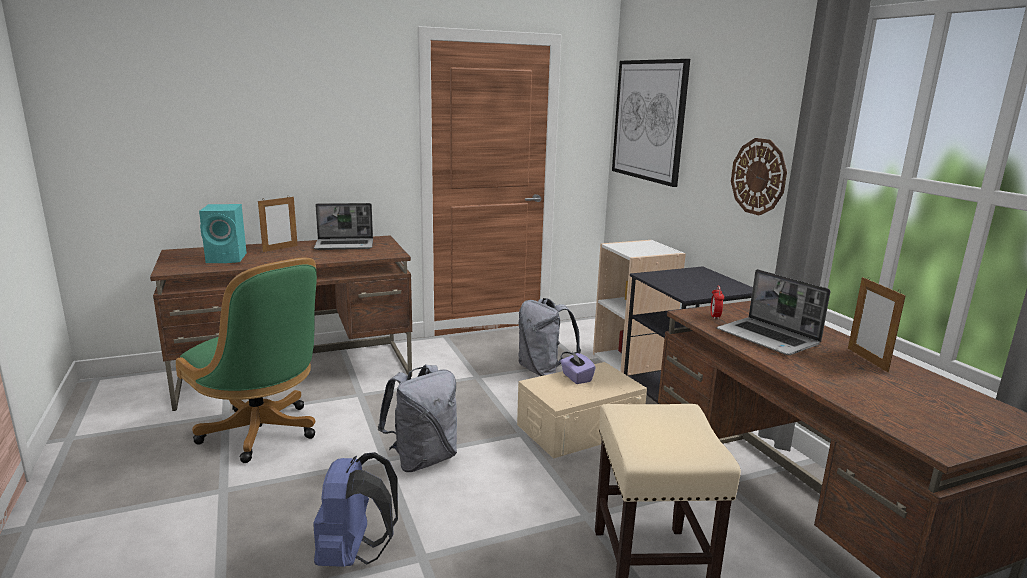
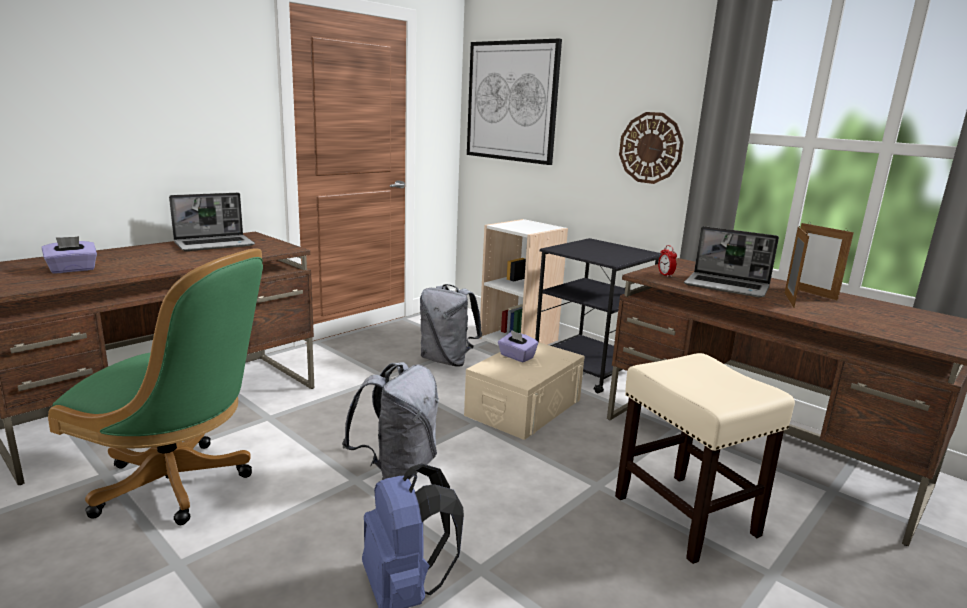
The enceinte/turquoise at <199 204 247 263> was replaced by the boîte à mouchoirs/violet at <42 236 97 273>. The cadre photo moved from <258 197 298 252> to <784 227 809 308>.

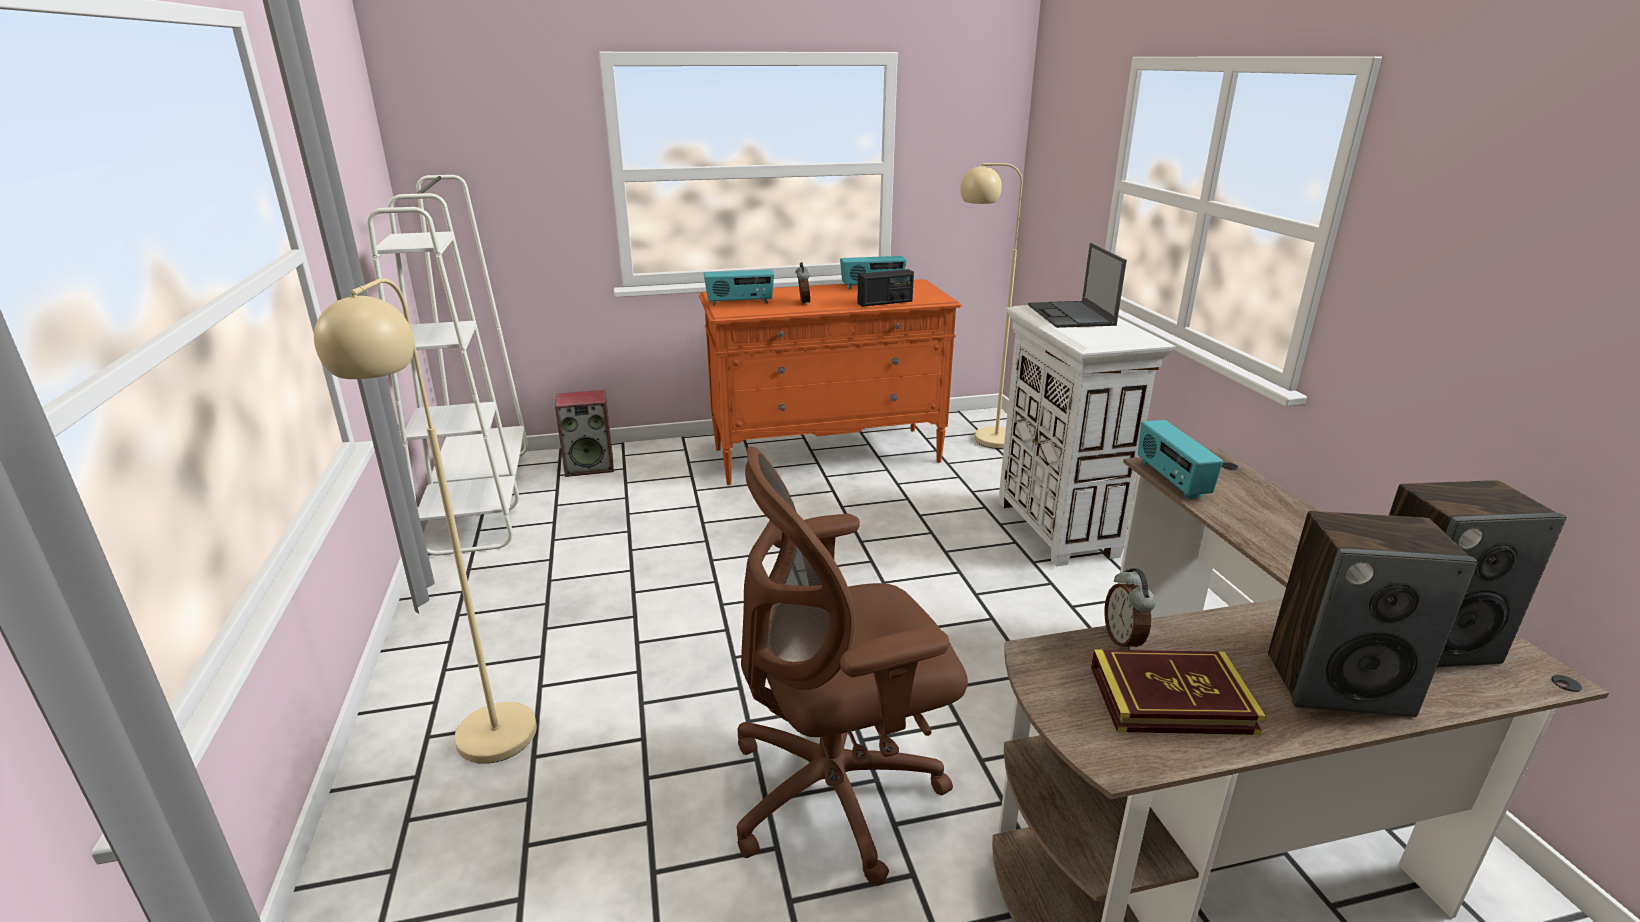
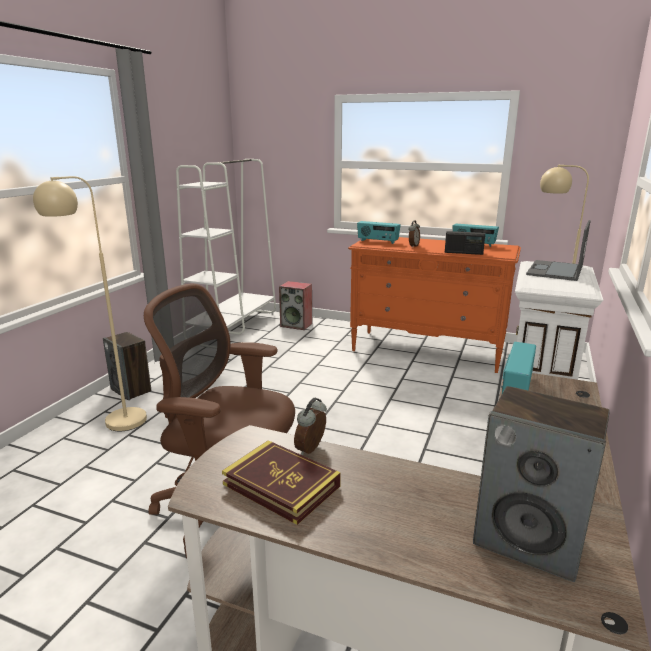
The enceinte moved from <1268 511 1478 717> to <103 332 151 400>.

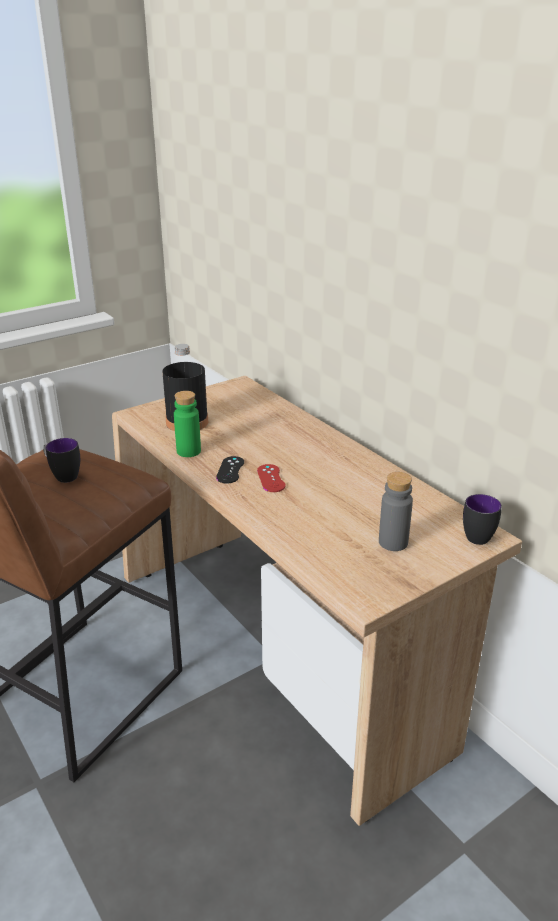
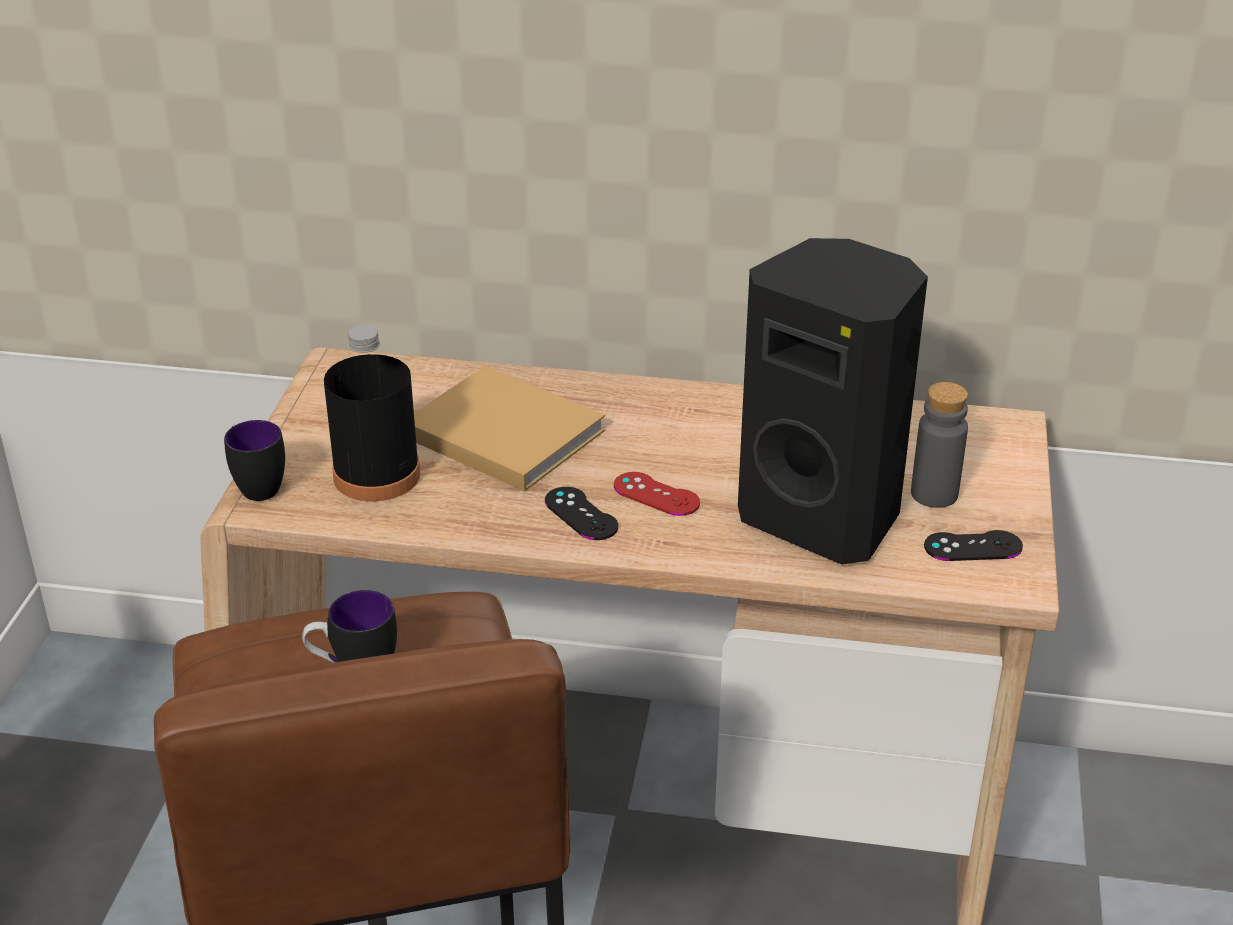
The mug moved from <463 494 502 545> to <224 420 285 501>. The livre/beige at <414 366 605 492> appeared. The enceinte/noir at <738 238 928 565> appeared. The manette/noir at <924 530 1023 561> appeared. The bouteille/vert at <174 391 201 457> disappeared.

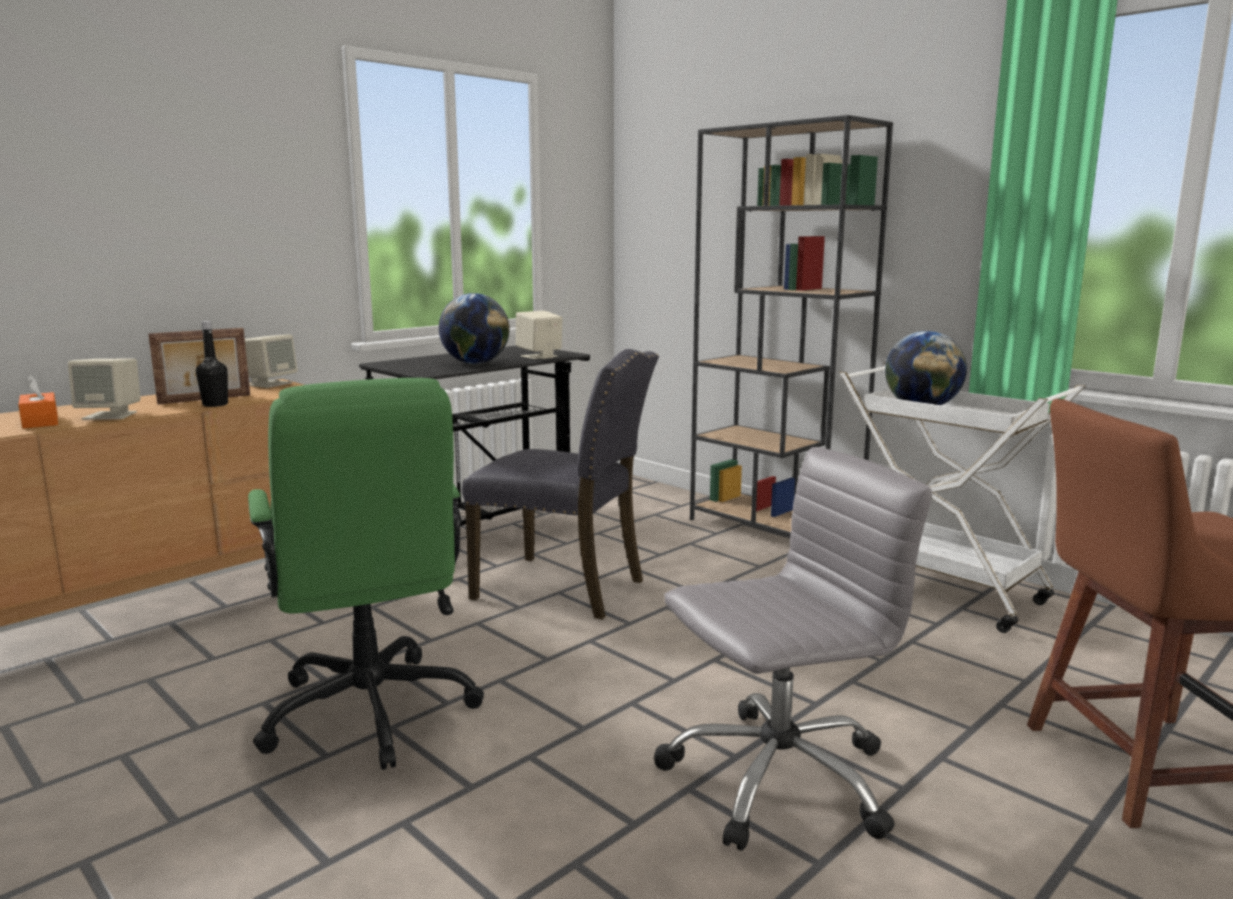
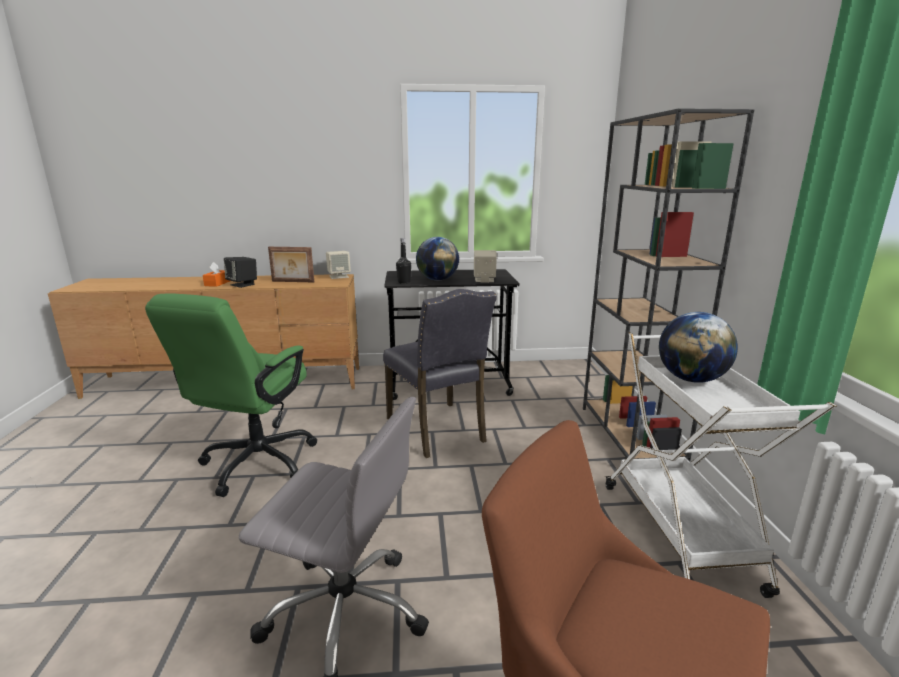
The enceinte/beige at <68 358 141 420> became the enceinte/noir at <224 257 257 288>. The bouteille/noir moved from <196 321 228 407> to <396 238 411 284>.

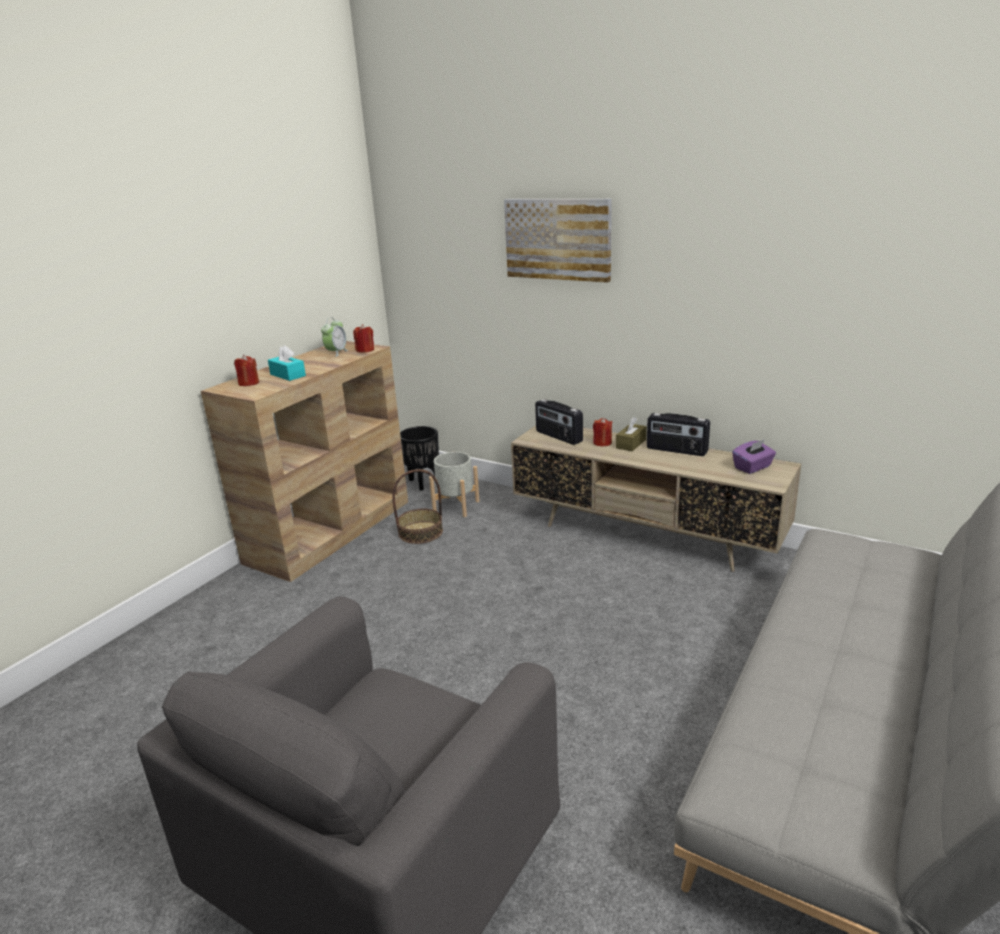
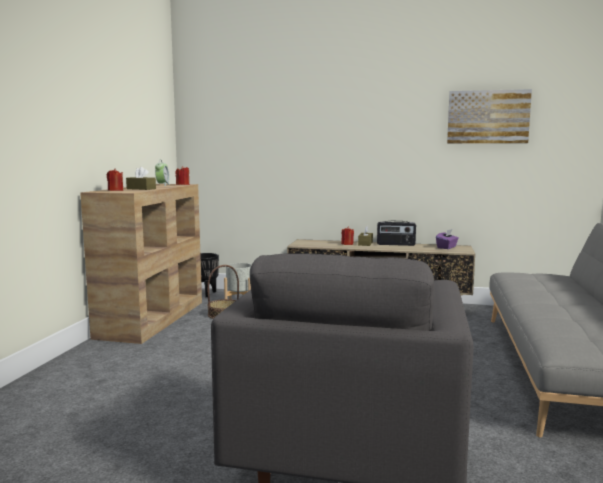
The boîte à mouchoirs/turquoise at <268 345 306 381> became the boîte à mouchoirs/marron at <126 167 156 190>. The tableau moved from <504 199 612 283> to <447 89 532 144>. The radio at <535 399 583 445> disappeared.

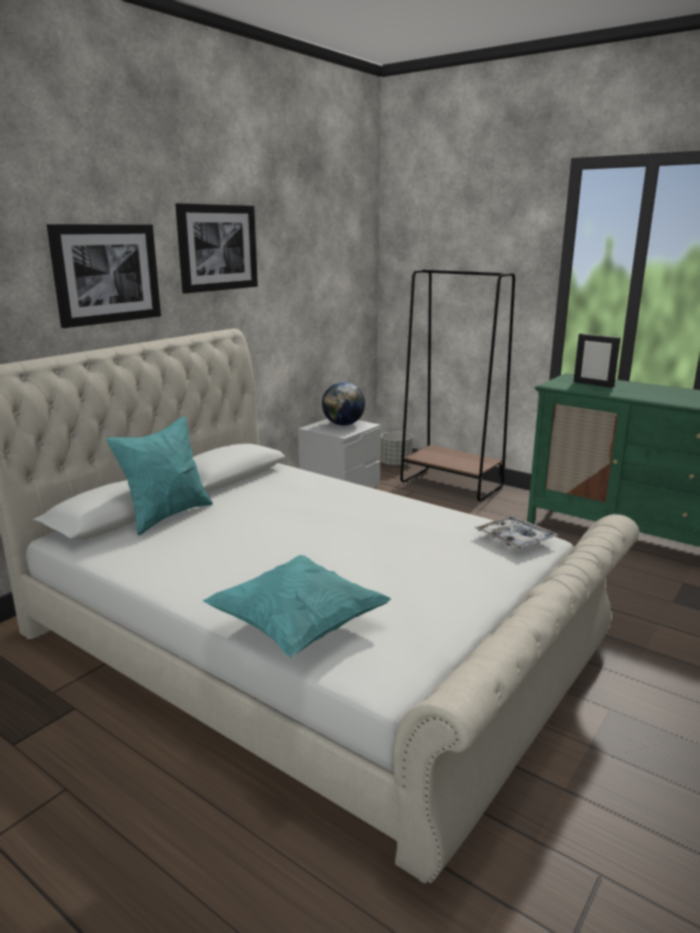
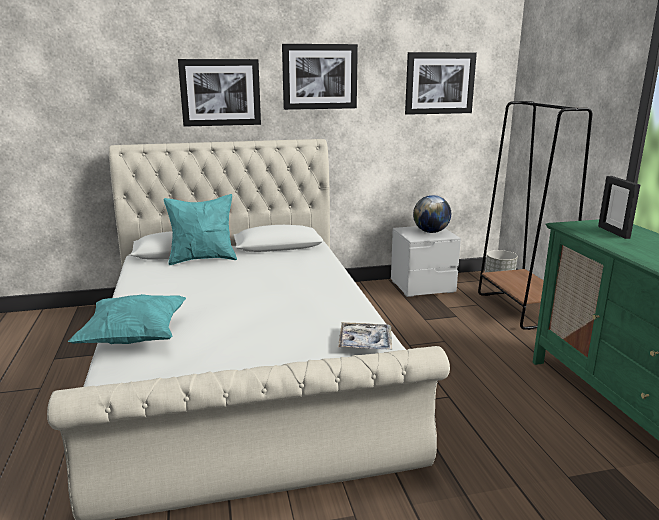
The tableau at <405 52 477 115> appeared.

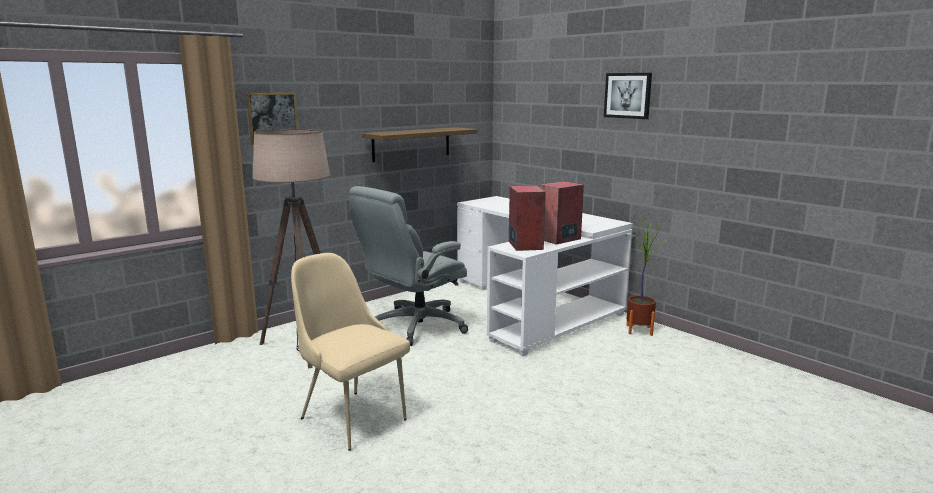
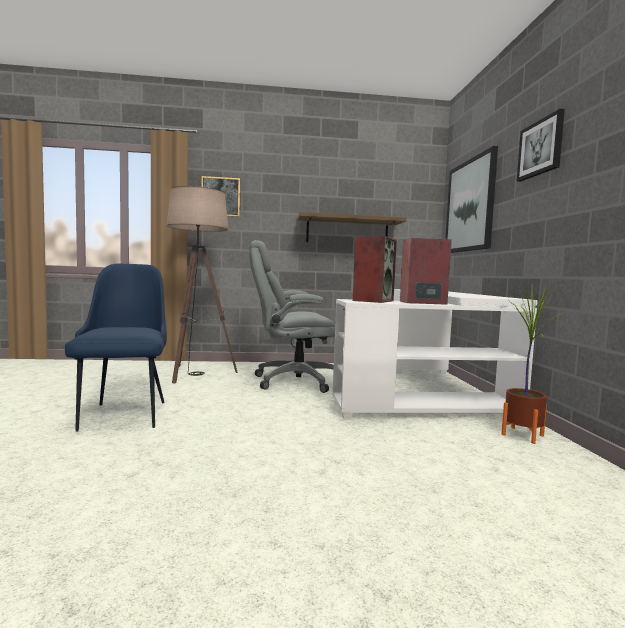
The chaise/beige at <291 253 410 451> became the chaise/bleu at <65 264 167 432>. The tableau at <445 146 498 253> appeared.

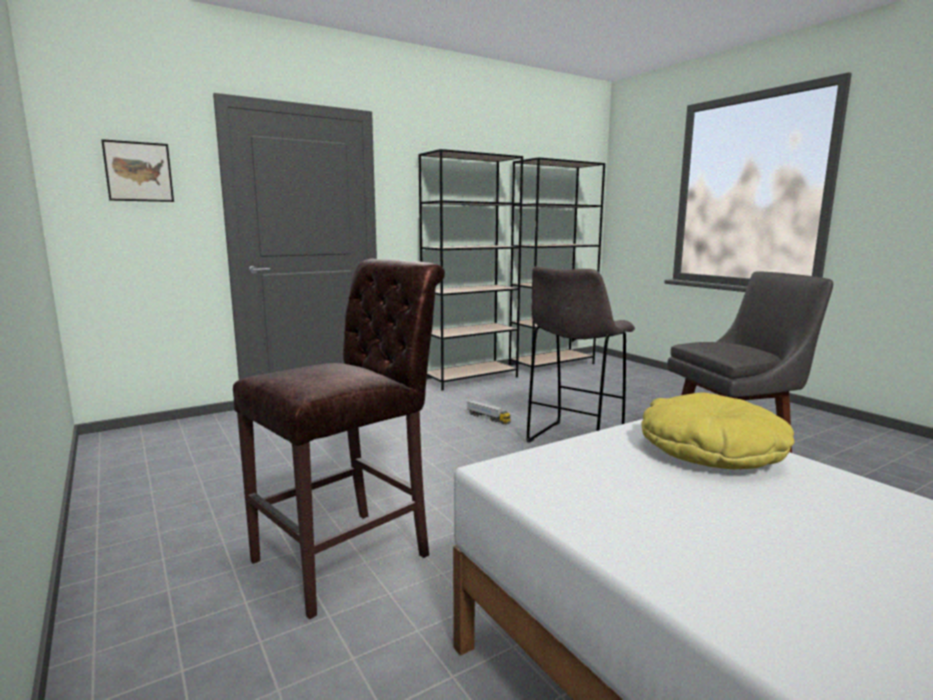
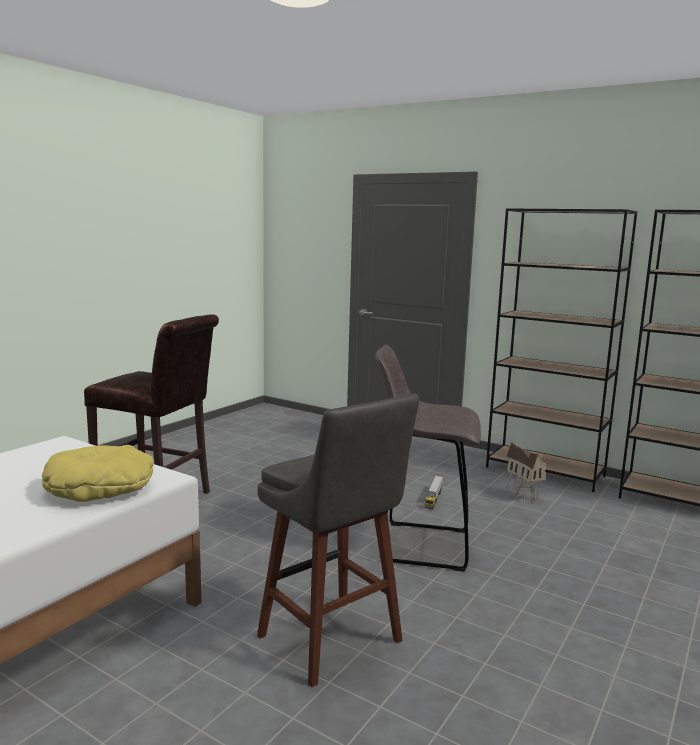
The maison miniature at <505 441 548 503> appeared. The tableau at <101 139 174 202> disappeared.

